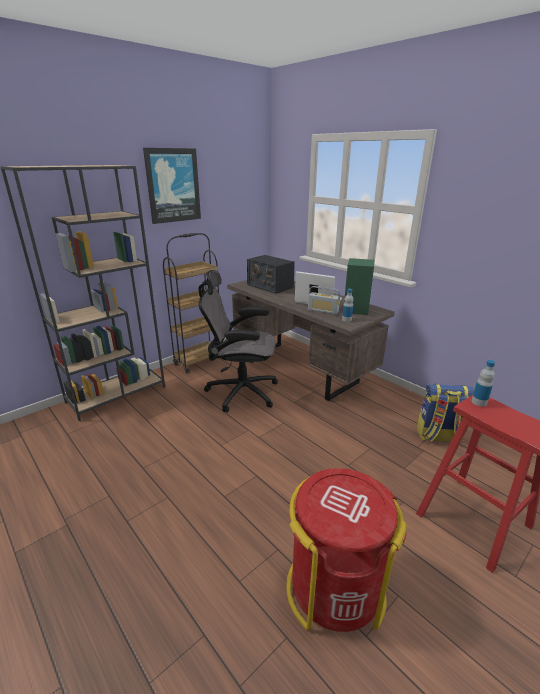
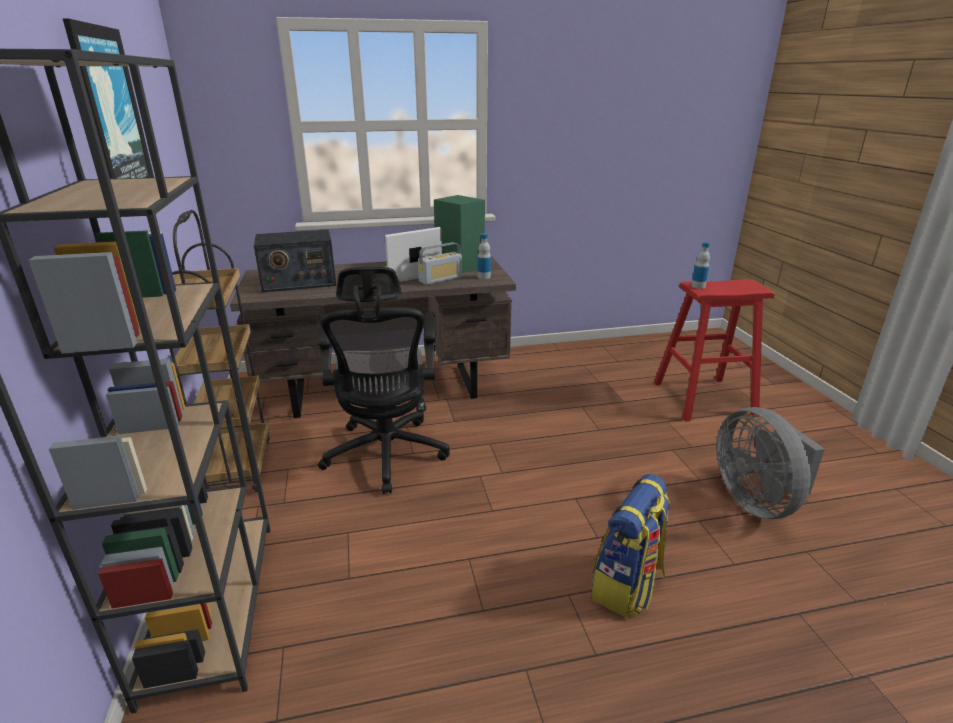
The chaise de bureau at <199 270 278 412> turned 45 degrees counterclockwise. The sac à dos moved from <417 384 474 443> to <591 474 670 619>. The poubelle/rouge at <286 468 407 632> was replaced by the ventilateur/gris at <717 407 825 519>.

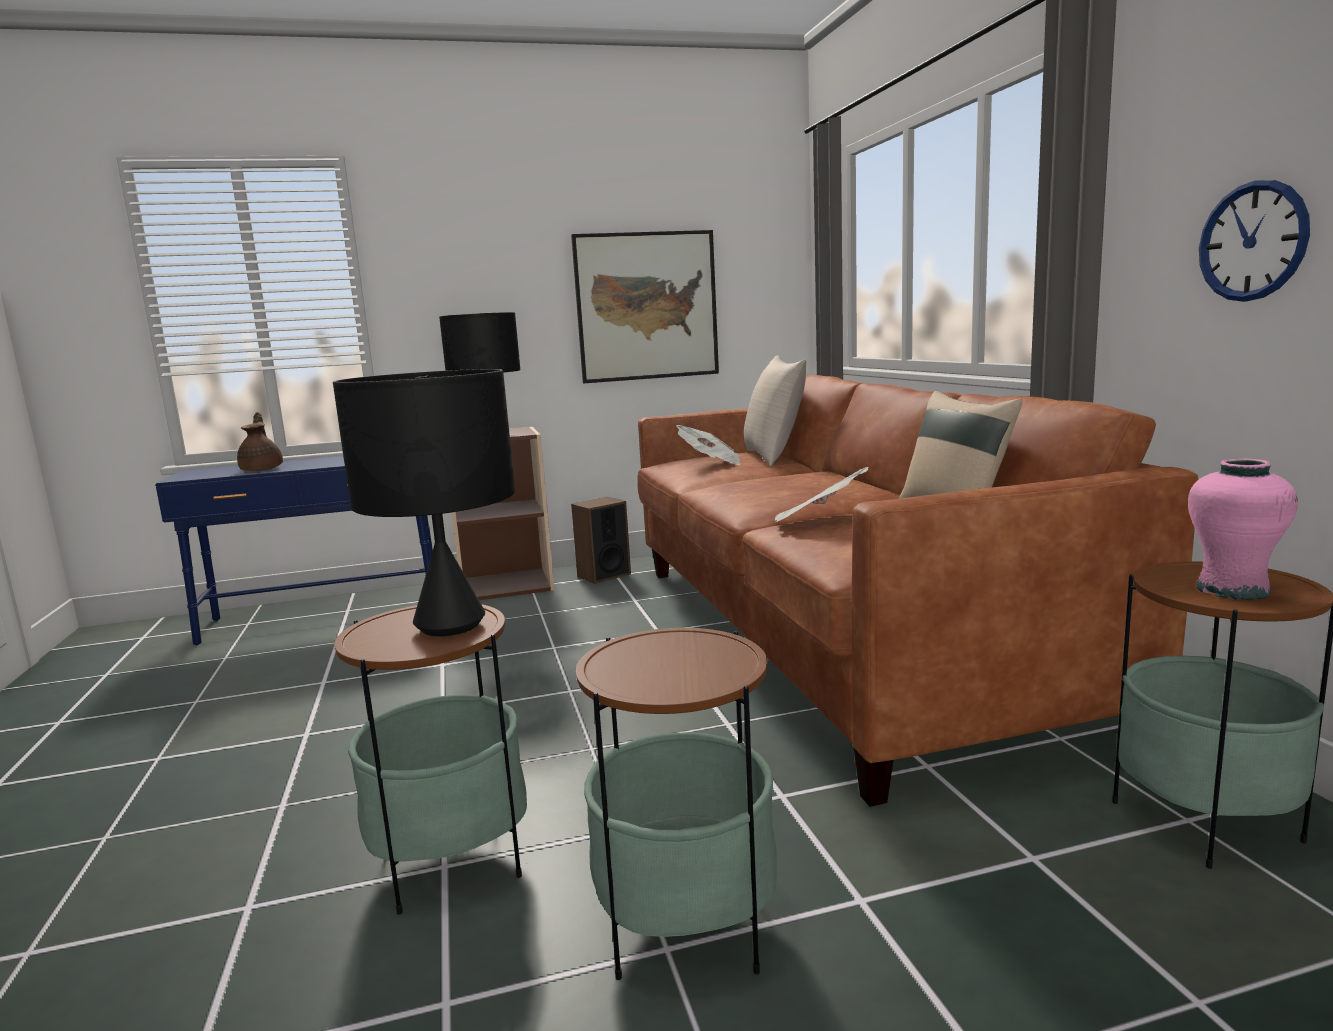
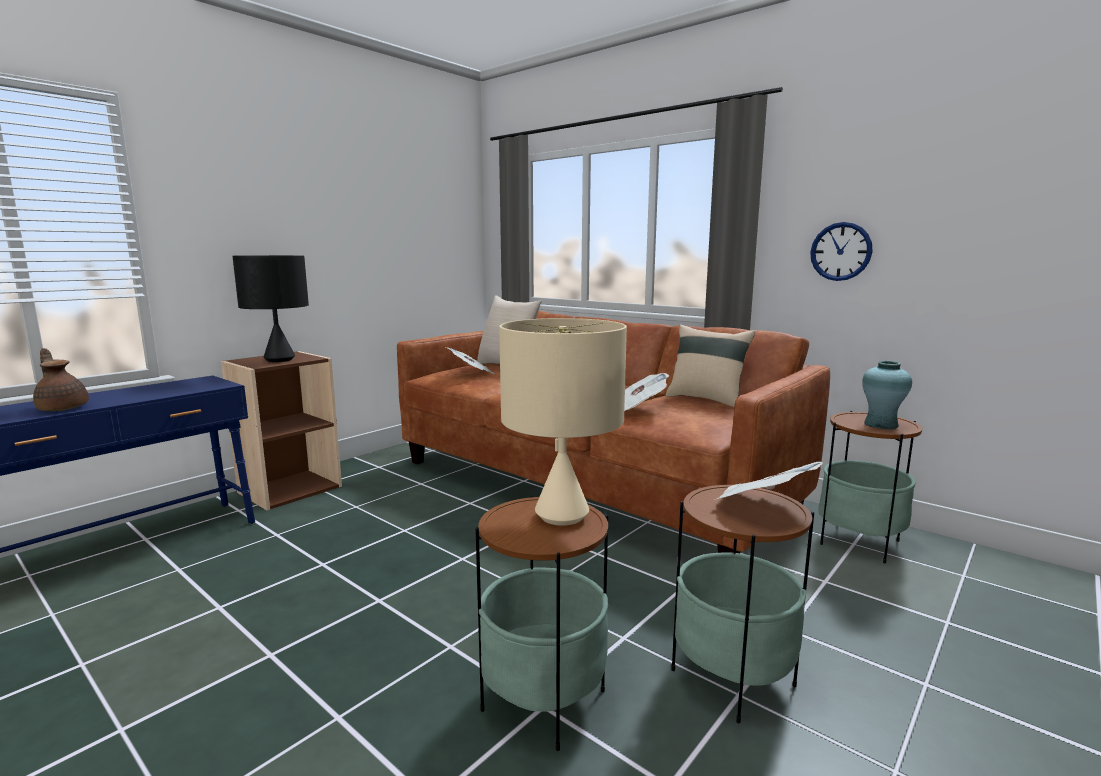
The lampe de table/noir at <333 369 515 636> became the lampe de table/beige at <499 318 627 526>. The journal at <714 461 823 500> appeared. The vase/rose at <1188 459 1298 600> became the vase/turquoise at <862 361 912 429>. The tableau at <571 230 719 383> disappeared. The enceinte at <571 497 631 584> disappeared.

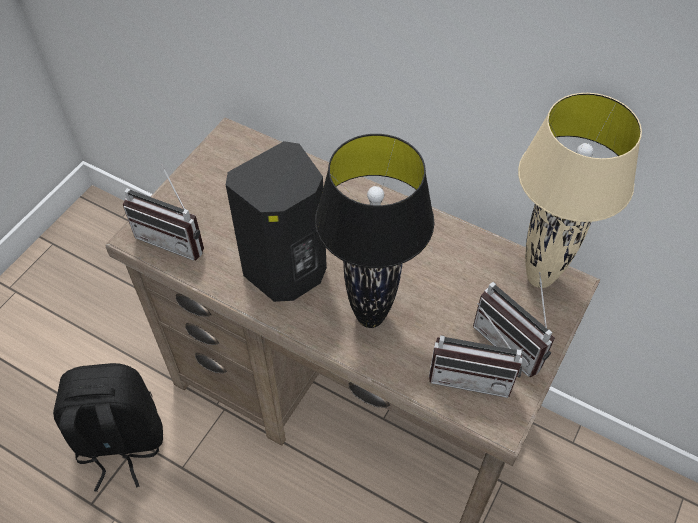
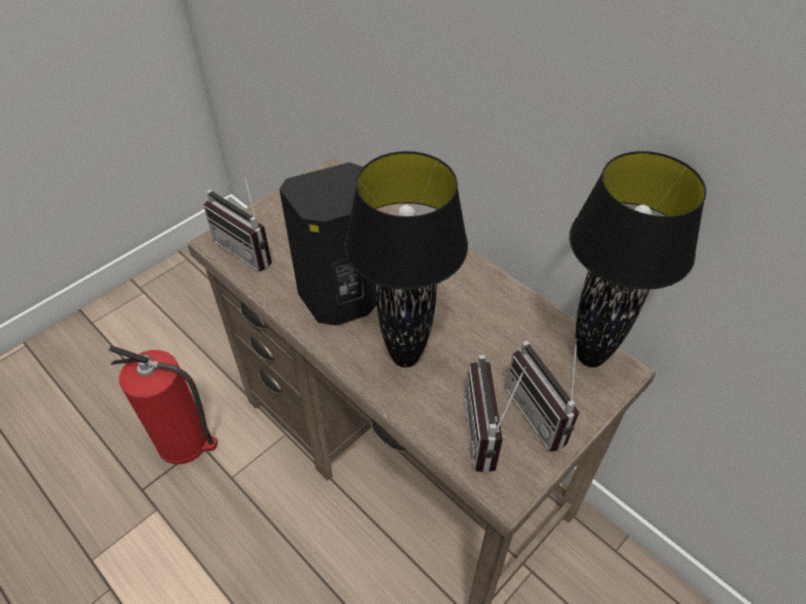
The sac à dos/noir at <53 363 163 492> was replaced by the extincteur at <109 346 218 464>. The radio at <429 303 523 398> turned 60 degrees clockwise. The lampe de table/beige at <518 93 642 288> became the lampe de table/noir at <569 151 706 367>.

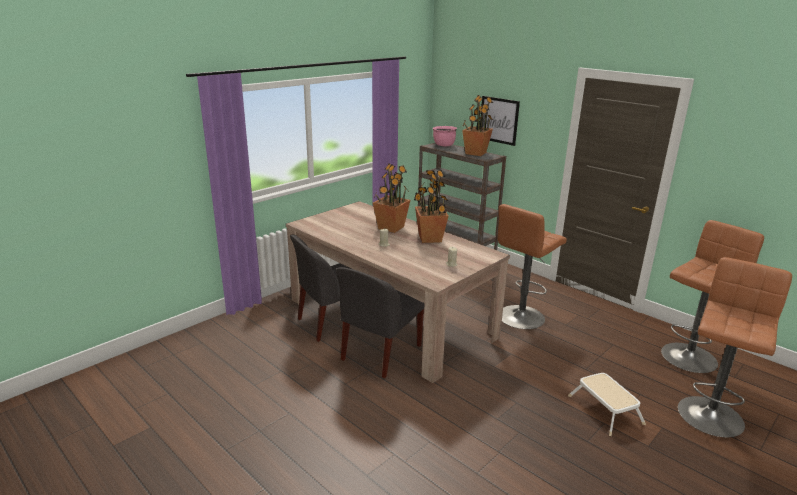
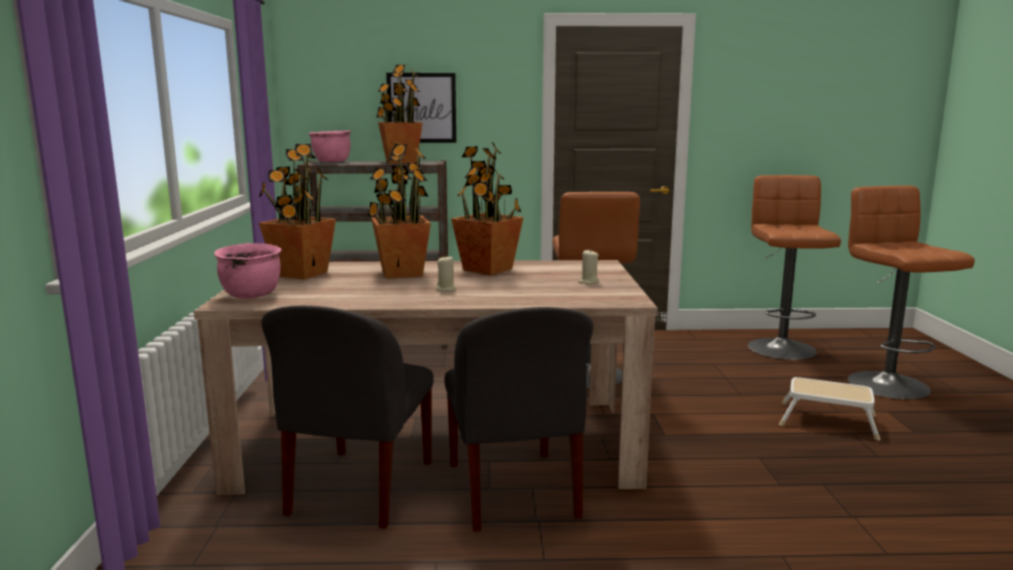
The marmite/rose at <214 243 281 299> appeared. The plante en pot at <259 144 336 280> appeared.

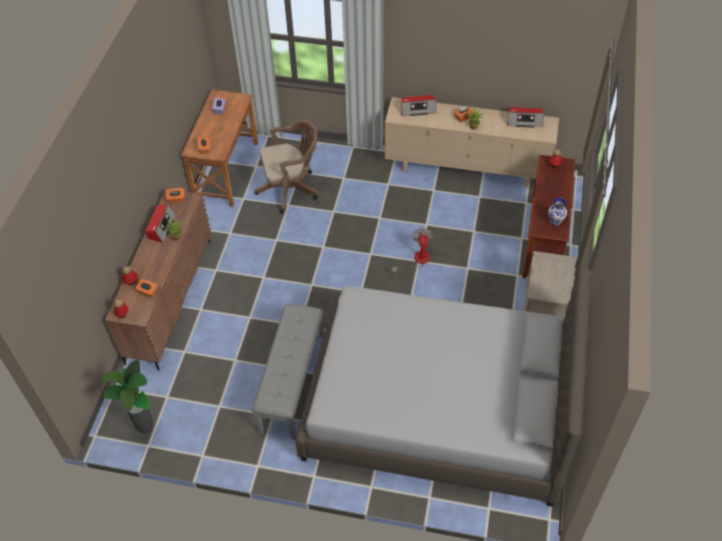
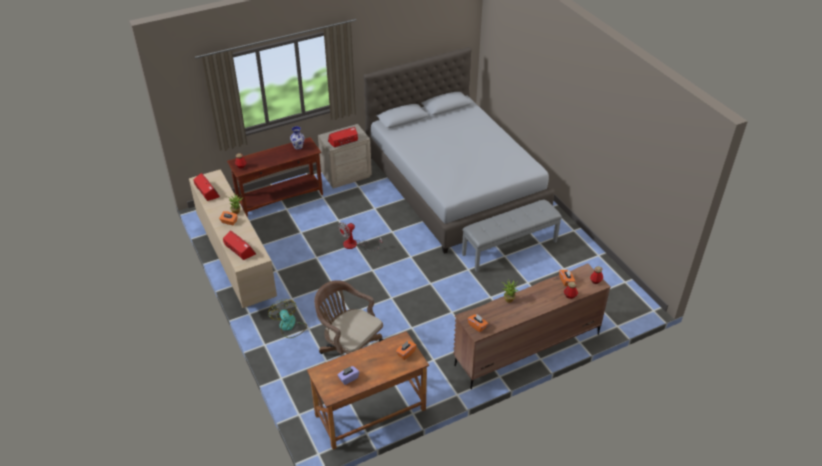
The ventilateur at <268 299 307 338> appeared. The radio moved from <145 204 176 243> to <328 127 358 147>. The plante en pot at <99 360 153 434> disappeared.

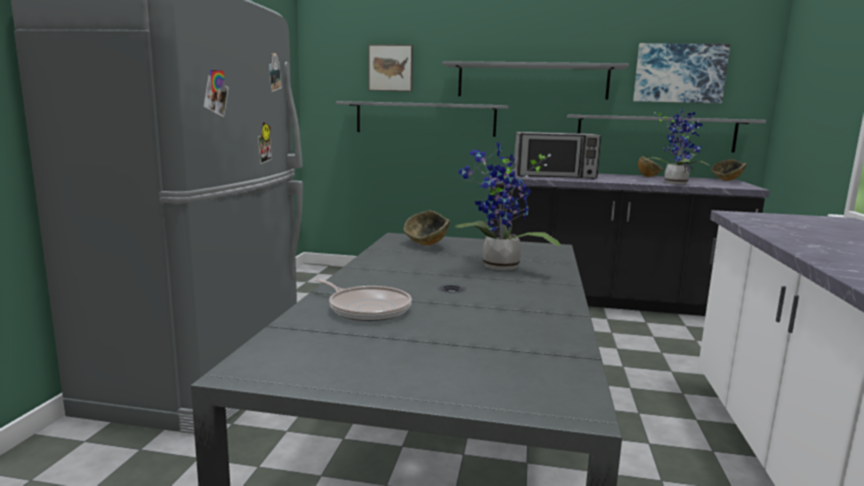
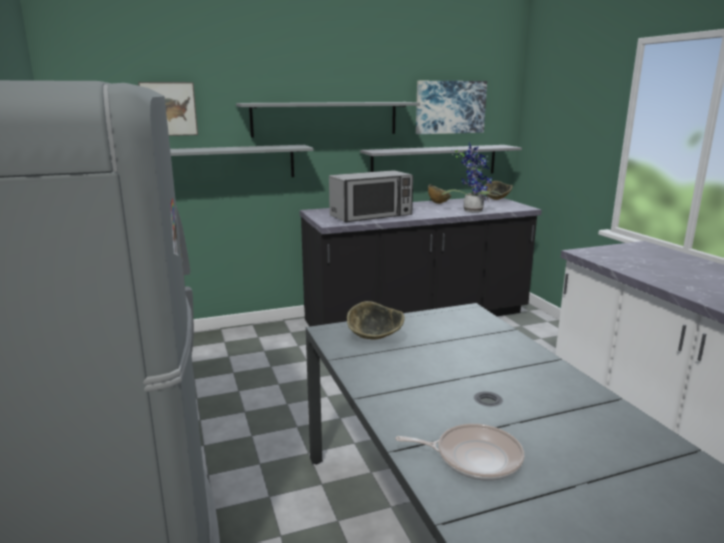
The plante en pot at <455 142 561 270> disappeared.

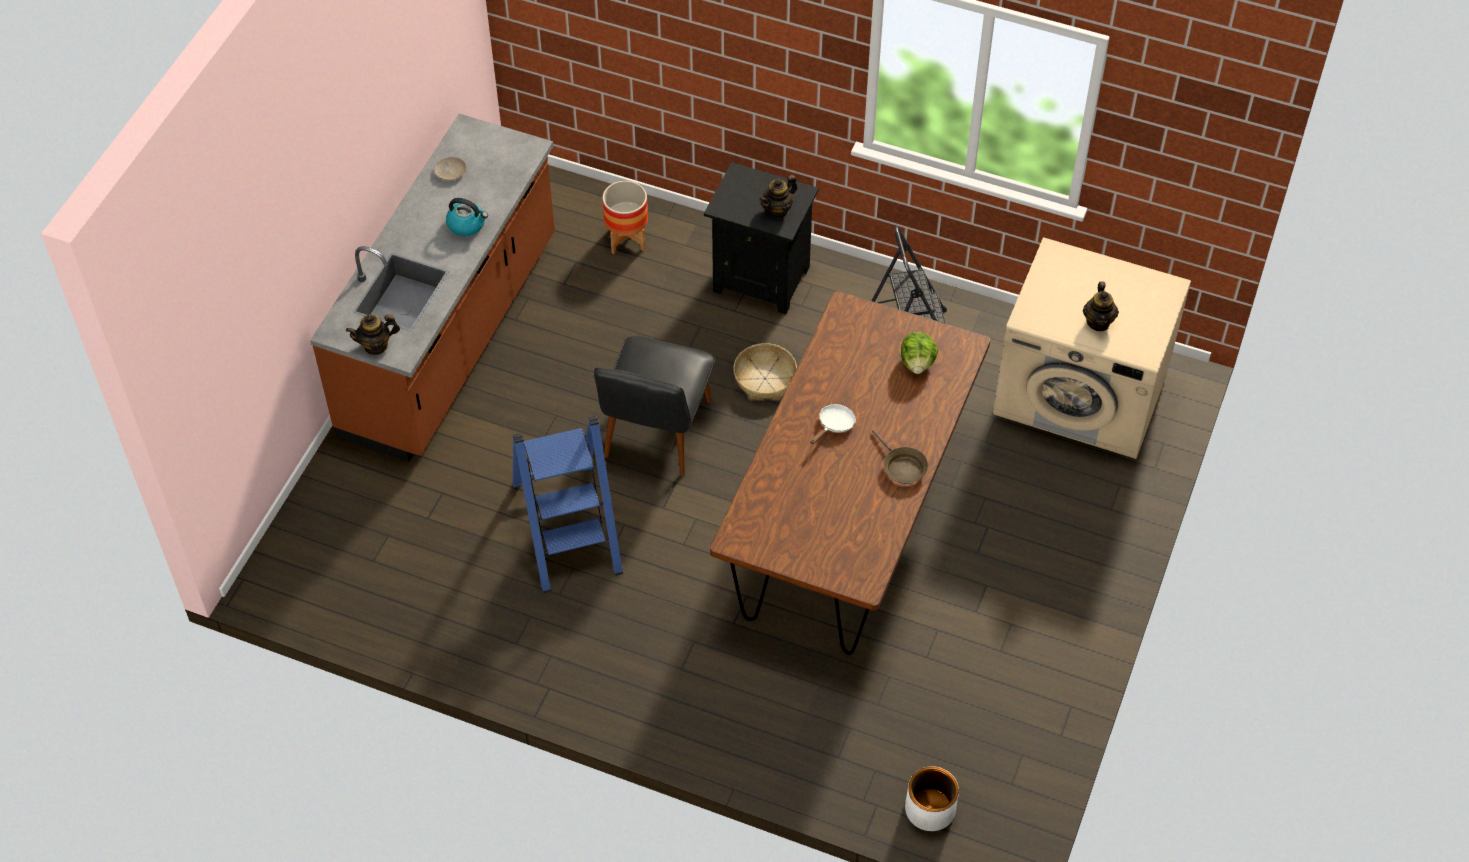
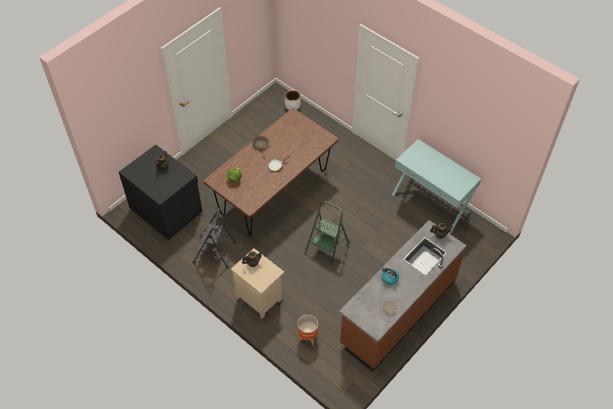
The lave-linge/beige at <993 237 1191 459> became the lave-linge/noir at <119 145 202 240>. The table de chevet/noir at <704 162 819 314> became the table de chevet/beige at <231 248 284 319>. The chaise/noir at <594 336 715 476> was replaced by the escabeau/vert at <304 201 350 269>. The table console/turquoise at <392 139 481 234> appeared. The escabeau/bleu at <512 416 623 593> disappeared. The panier at <733 343 797 399> disappeared.

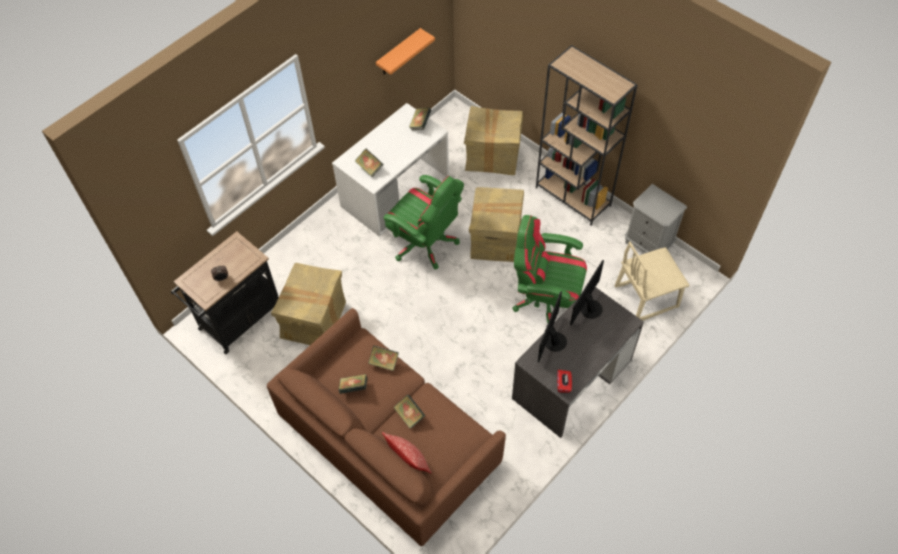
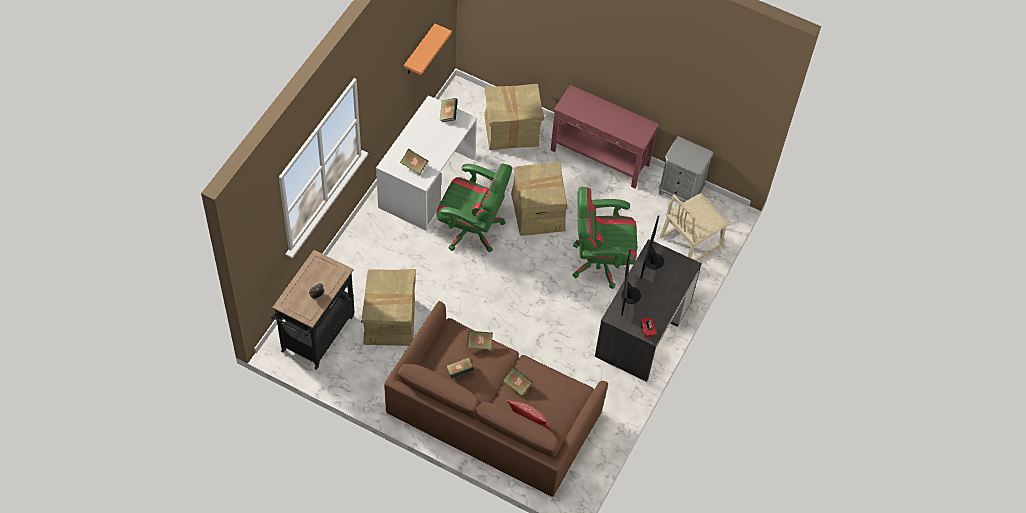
The bibliothèque at <536 45 637 225> was replaced by the table console/rouge at <551 85 659 189>.

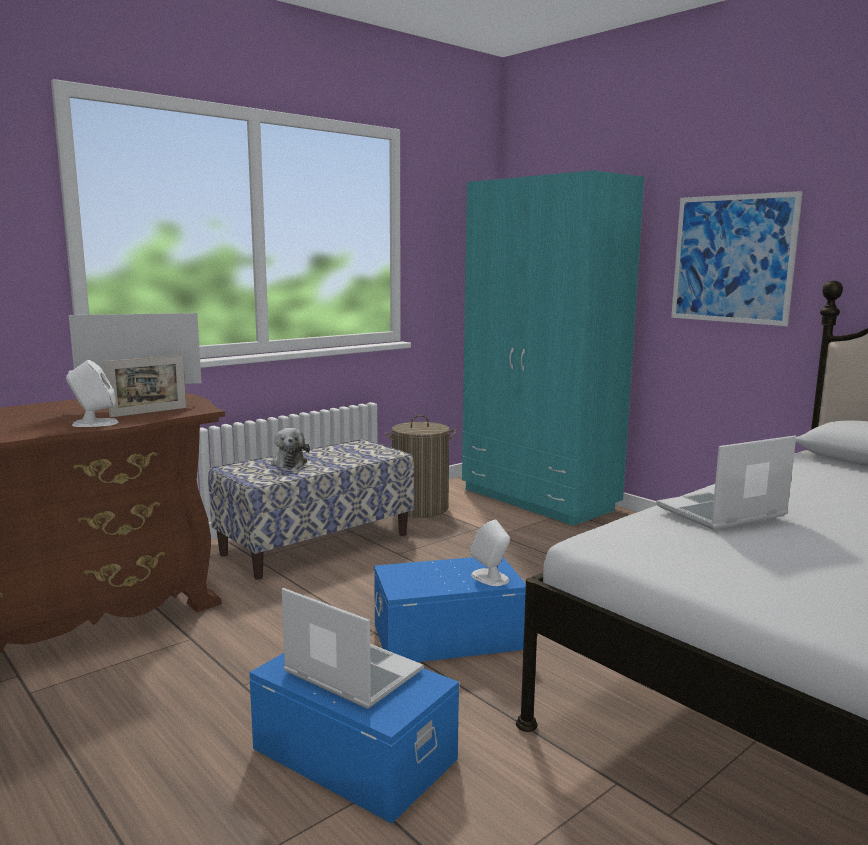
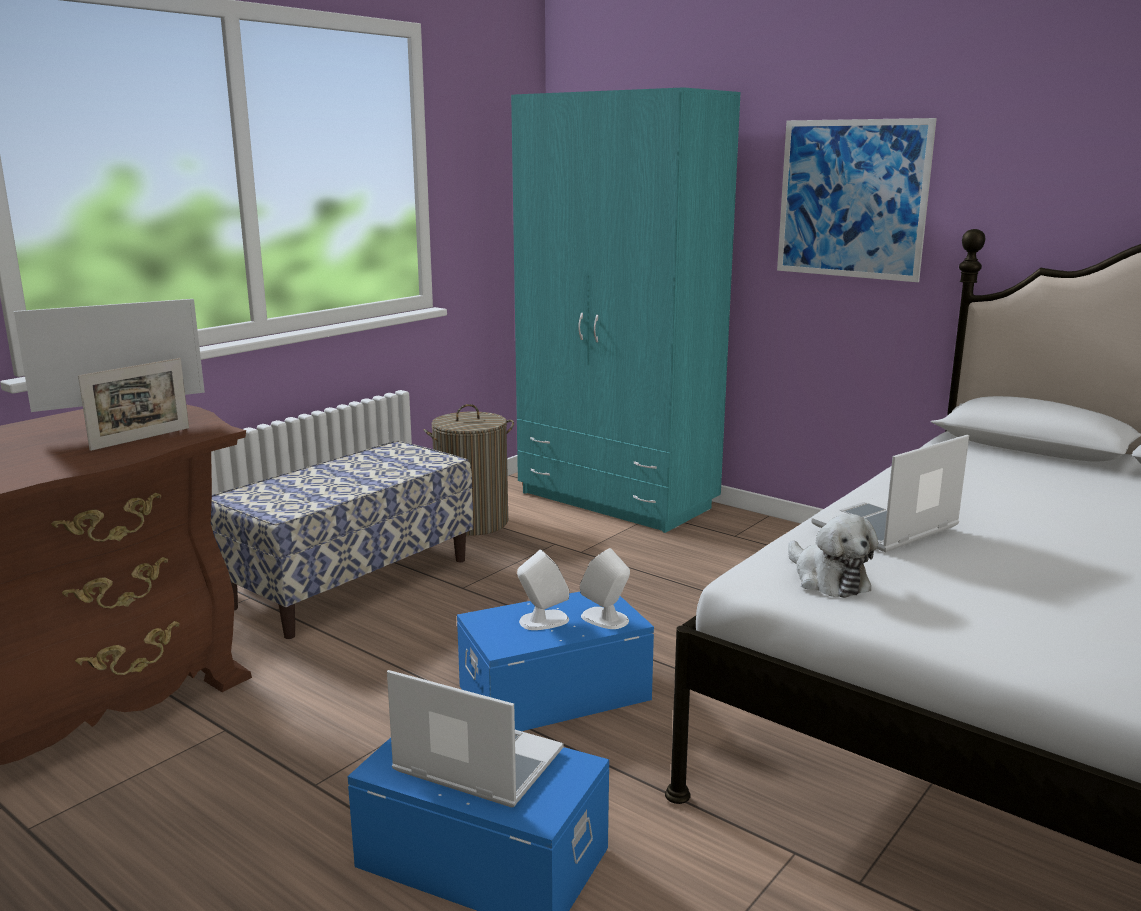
The enceinte/blanc moved from <66 360 118 427> to <517 549 569 630>. The peluche moved from <271 428 310 468> to <788 514 878 598>.

